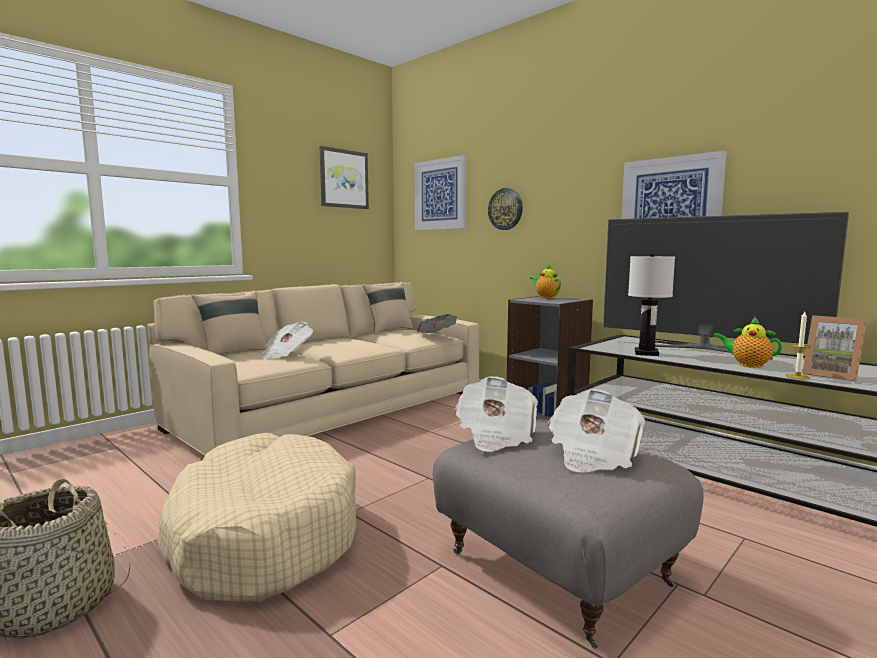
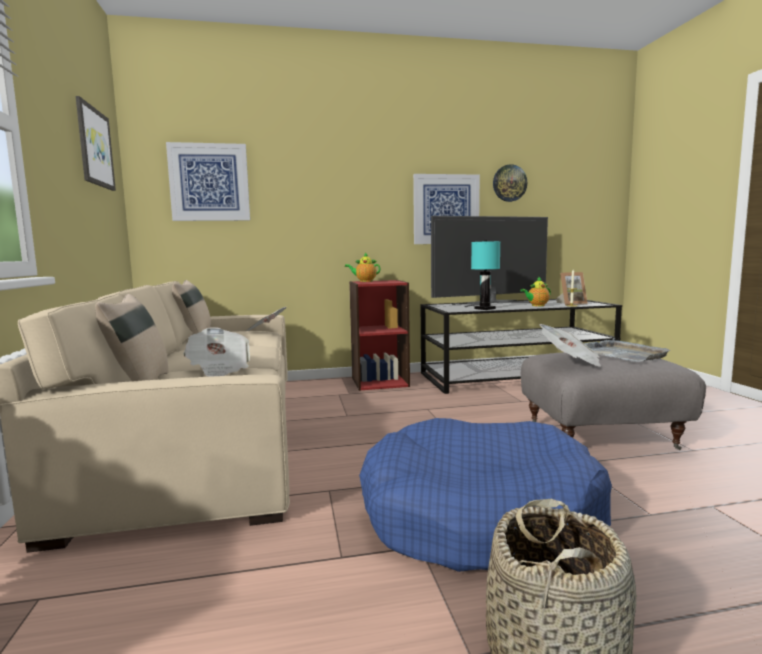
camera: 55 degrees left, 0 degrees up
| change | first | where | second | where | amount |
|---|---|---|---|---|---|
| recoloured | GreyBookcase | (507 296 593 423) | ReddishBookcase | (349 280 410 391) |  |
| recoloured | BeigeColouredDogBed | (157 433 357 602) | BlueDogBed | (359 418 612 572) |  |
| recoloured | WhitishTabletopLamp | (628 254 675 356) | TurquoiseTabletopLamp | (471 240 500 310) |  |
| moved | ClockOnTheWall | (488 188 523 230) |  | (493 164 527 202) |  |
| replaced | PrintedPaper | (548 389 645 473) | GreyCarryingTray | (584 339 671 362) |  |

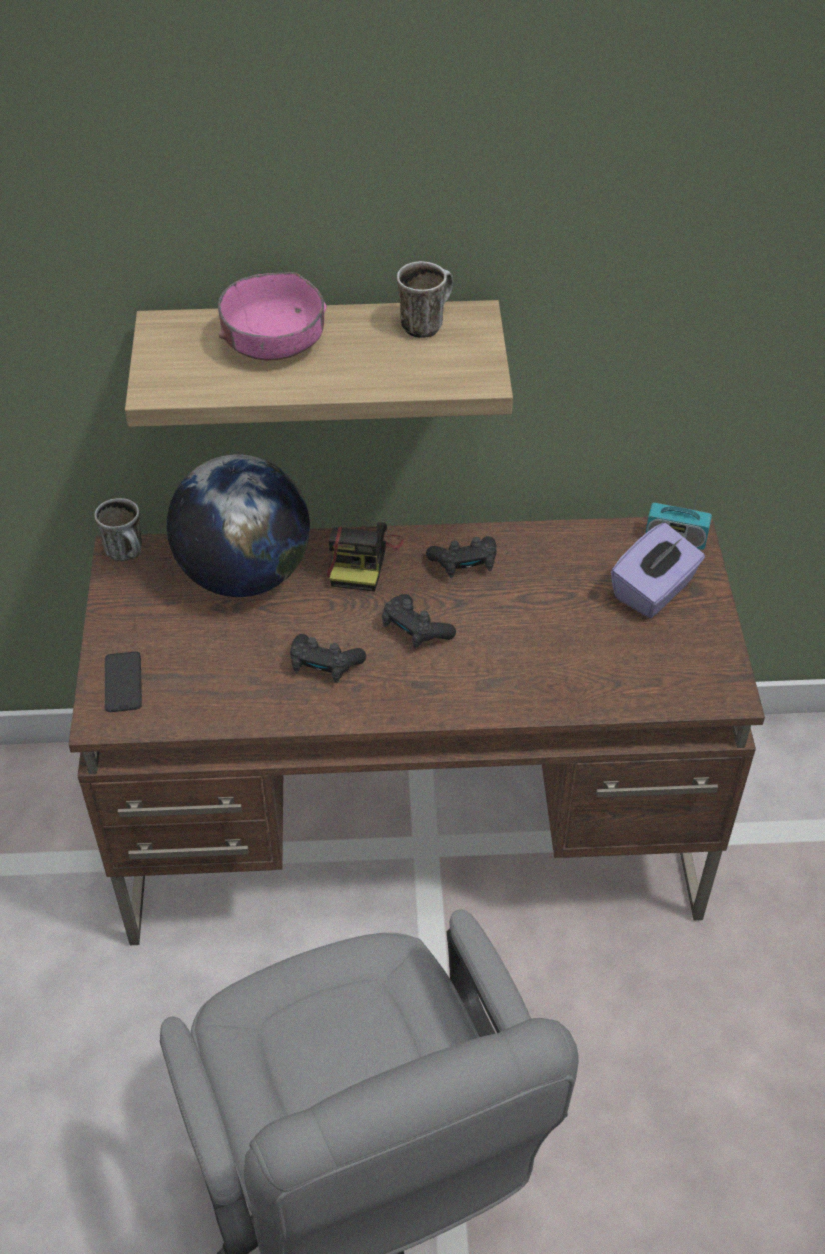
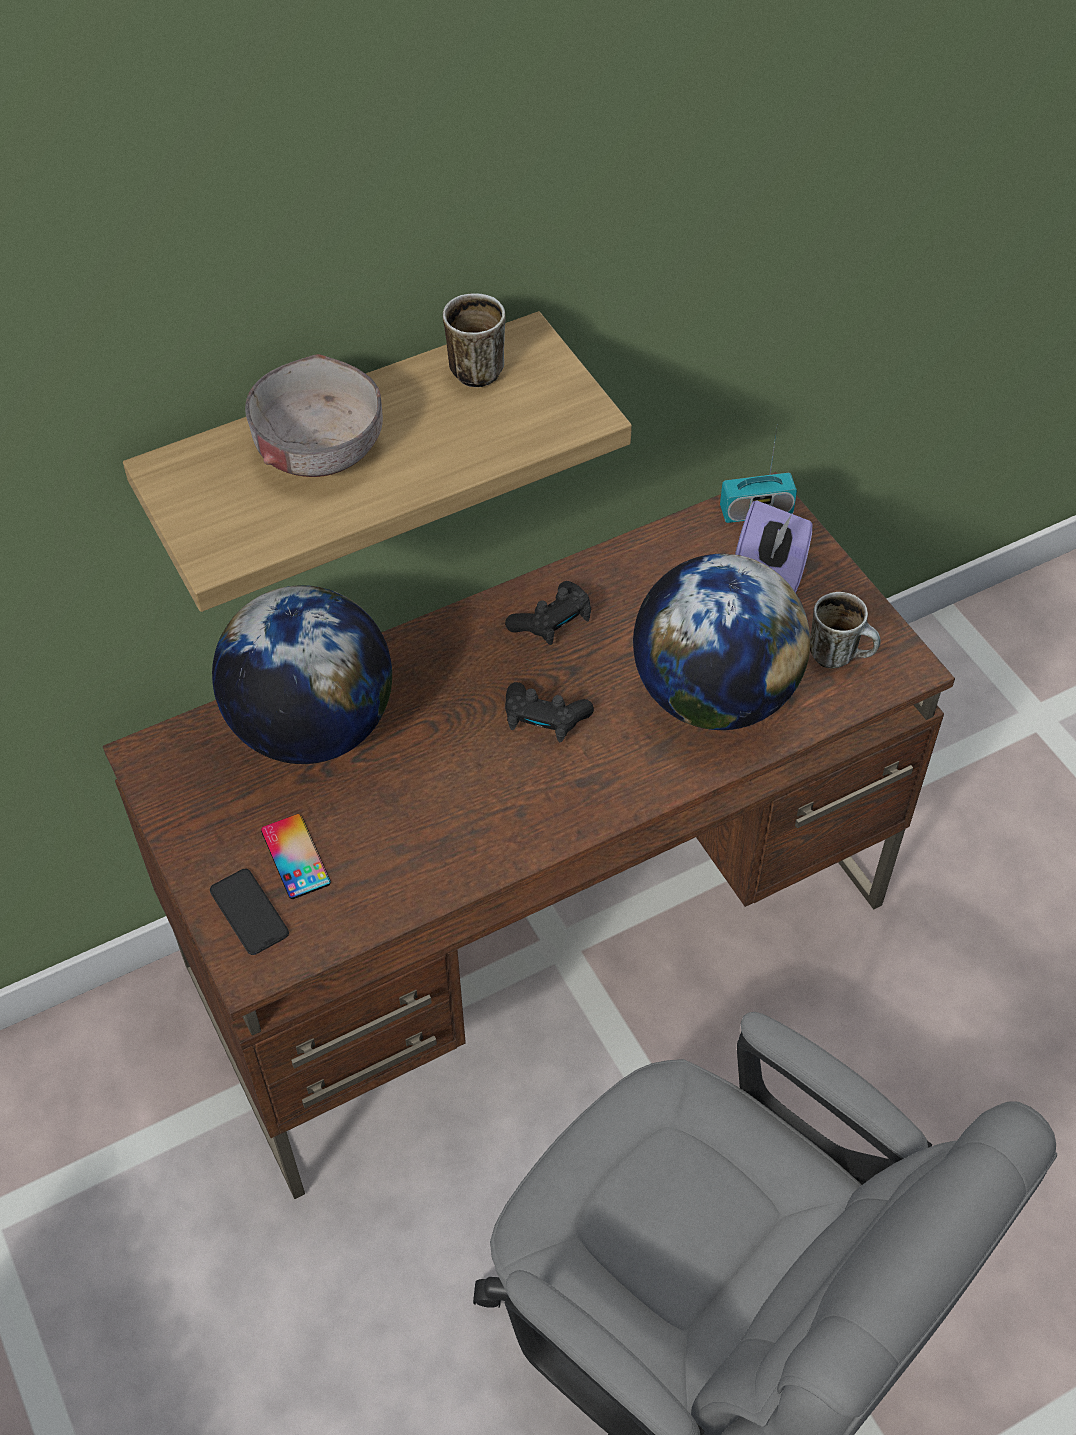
camera: 25 degrees left, 5 degrees up
| change | first | where | second | where | amount |
|---|---|---|---|---|---|
| recoloured | PinkishDeepDish | (218 272 326 360) | GreyDeepDish | (245 354 383 477) |  |
| added |  |  | Handset | (261 814 331 899) |  |
| added |  |  | WorldGlobe | (633 554 810 730) |  |
| moved | TeaMug | (94 498 142 561) |  | (810 592 881 669) |  |
| removed | BlackishJoypad | (290 634 366 683) |  |  |  |
| removed | PhotoCamera | (326 522 404 592) |  |  |  |

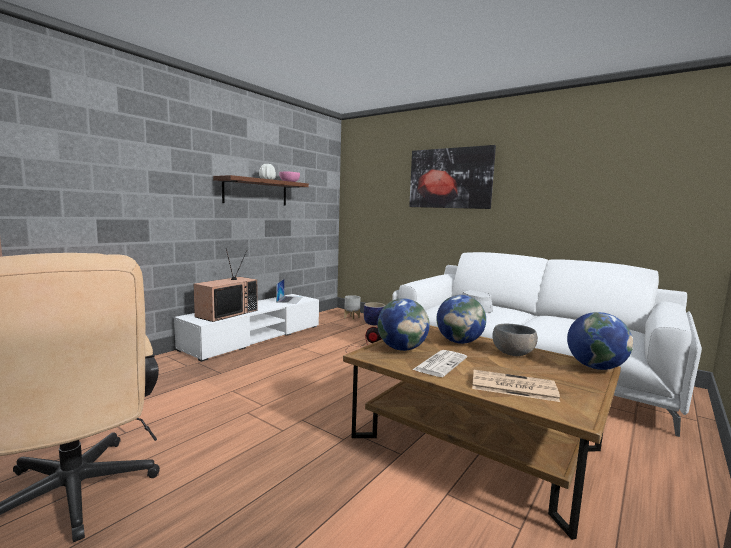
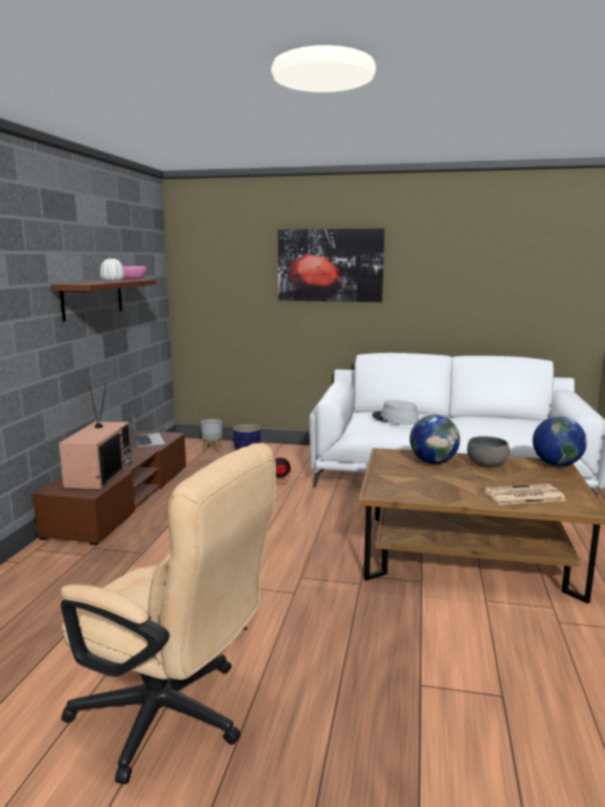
camera: 25 degrees left, 5 degrees up
| change | first | where | second | where | amount |
|---|---|---|---|---|---|
| recoloured | WhitishTvStand | (174 294 319 362) | BrownTvStand | (32 430 186 545) |  |
| removed | WorldGlobe | (377 298 430 351) |  |  |  |
| removed | PrintedPaper | (412 350 467 377) |  |  |  |

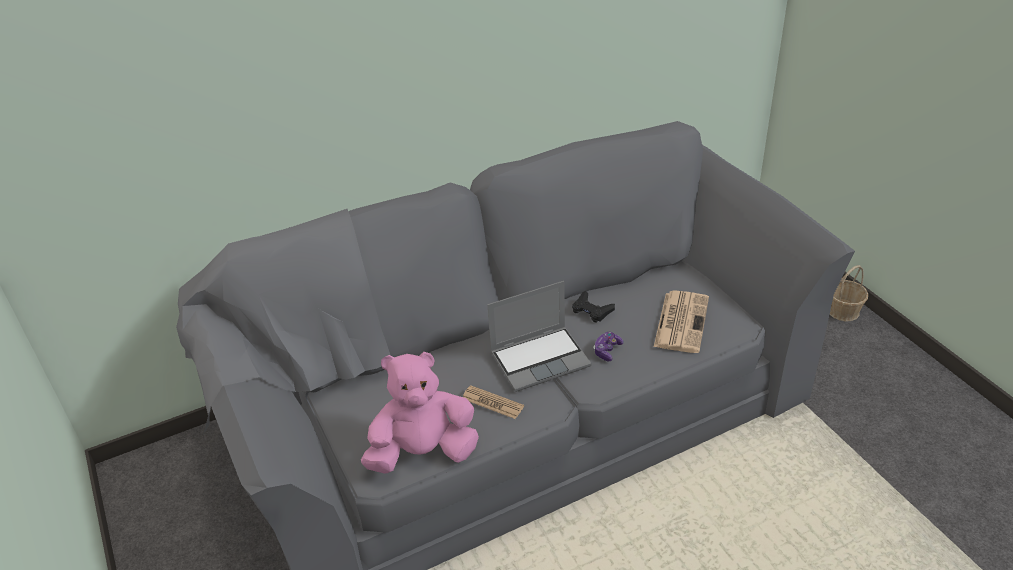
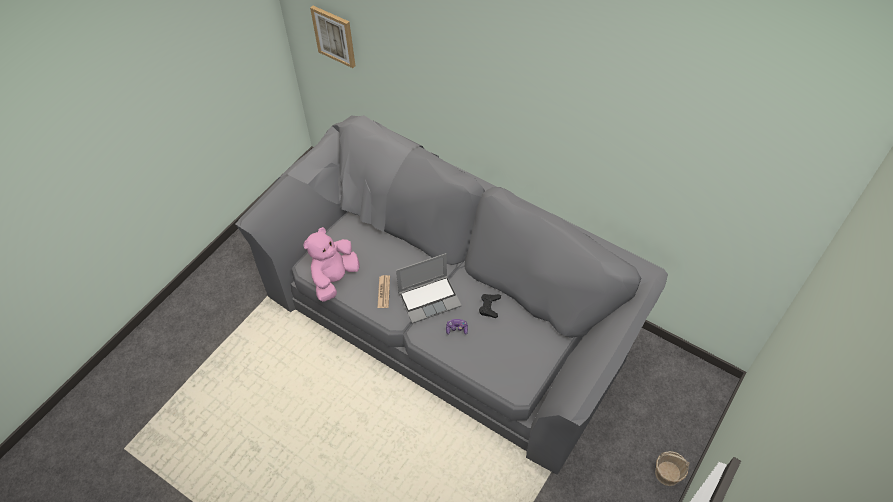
camera: 60 degrees right, 15 degrees up
| change | first | where | second | where | amount |
|---|---|---|---|---|---|
| turned | PinkishPlushToy | (361 352 479 474) |  | (303 227 359 302) | 105 degrees counterclockwise |
| added |  |  | WallArt | (310 6 356 68) |  |
| turned | Laptop | (487 281 591 392) |  | (396 253 461 324) | 60 degrees counterclockwise |
| removed | PrintedPaper | (654 290 709 353) |  |  |  |

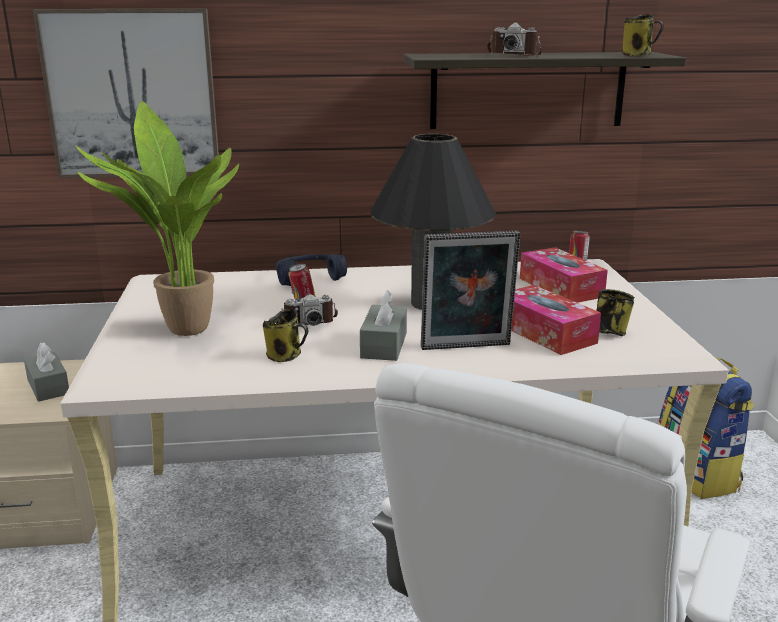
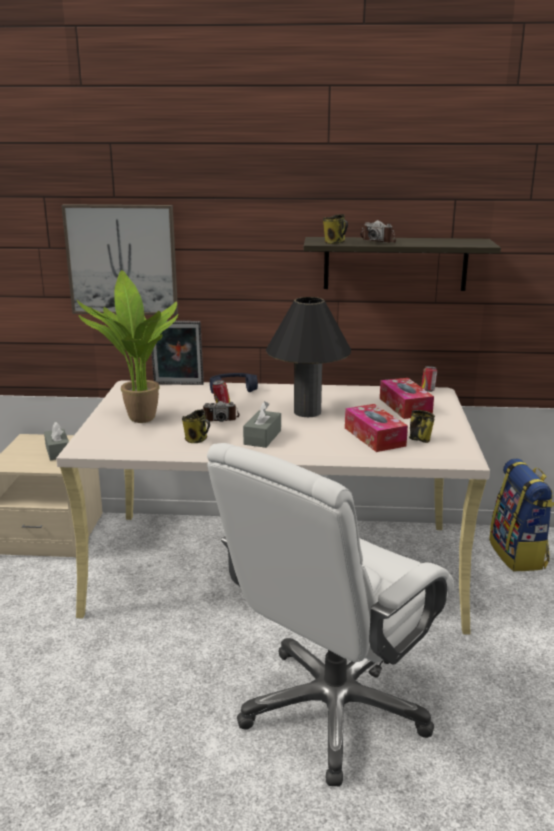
camera: 10 degrees right, 0 degrees up
| change | first | where | second | where | amount |
|---|---|---|---|---|---|
| moved | PhotoFrame | (421 231 520 350) |  | (151 321 204 385) |  |
| moved | TeaMug | (621 14 664 56) |  | (323 214 348 244) |  |

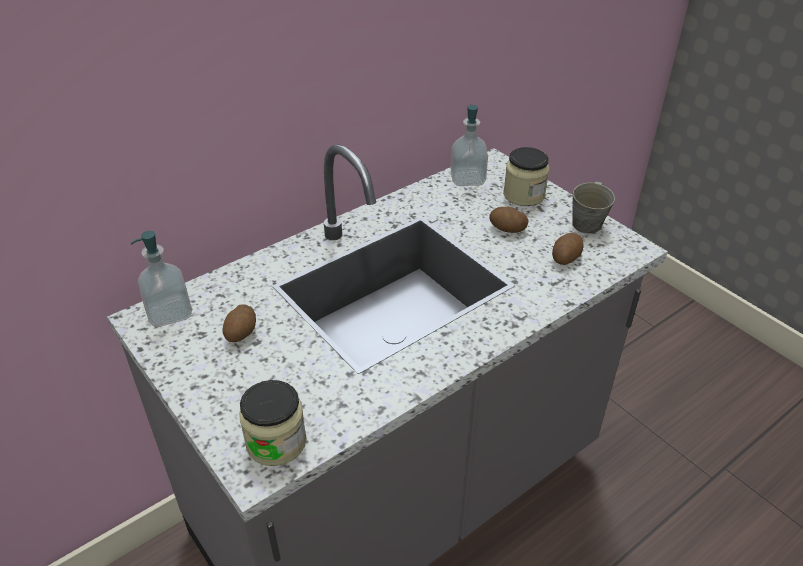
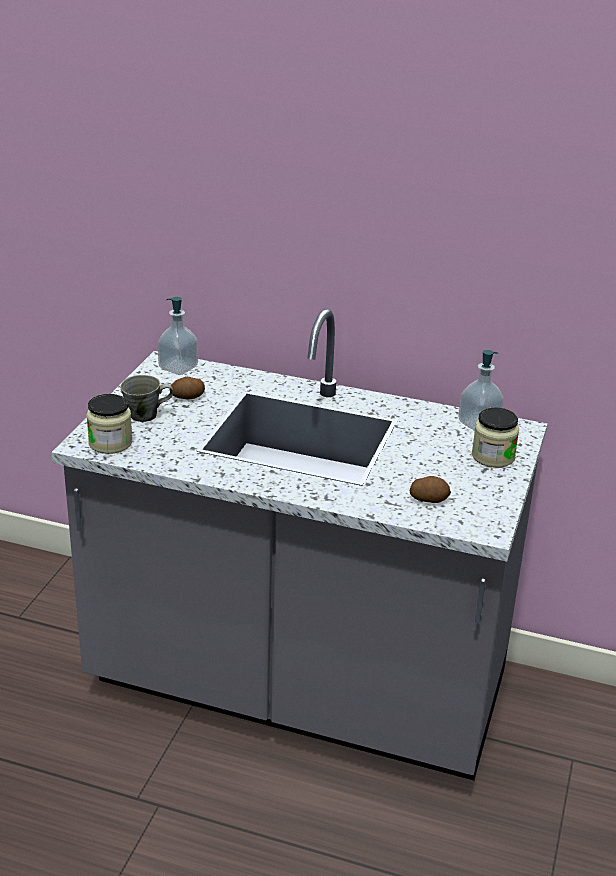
camera: 55 degrees right, 10 degrees down
| change | first | where | second | where | amount |
|---|---|---|---|---|---|
| moved | GreyTeaMug | (572 182 615 233) |  | (120 375 173 422) |  |
| removed | Potato | (489 207 528 233) |  |  |  |

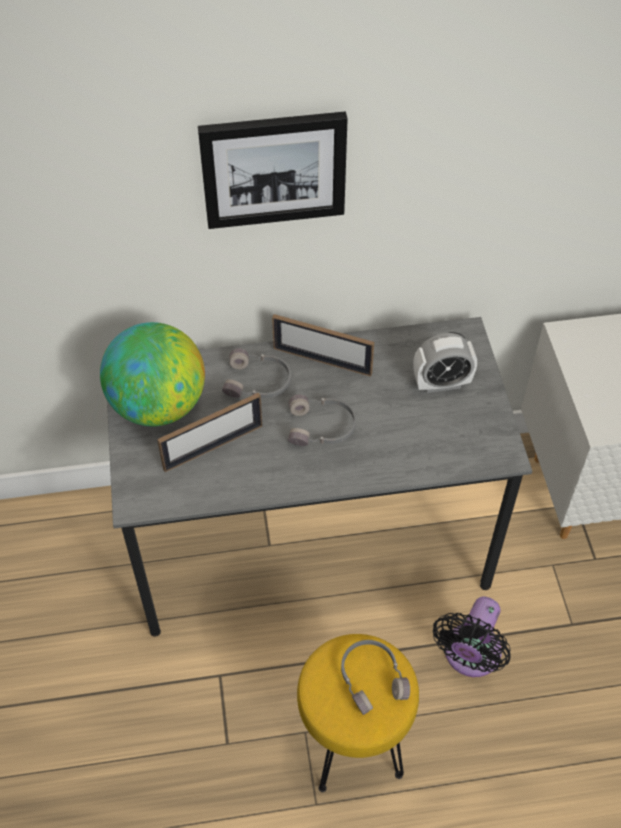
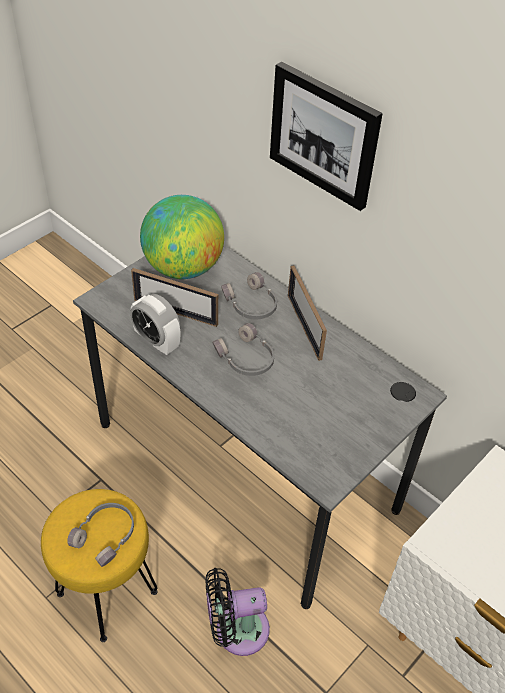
camera: 50 degrees right, 5 degrees down
| change | first | where | second | where | amount |
|---|---|---|---|---|---|
| moved | TableClock | (413 333 477 393) |  | (130 294 180 355) |  |

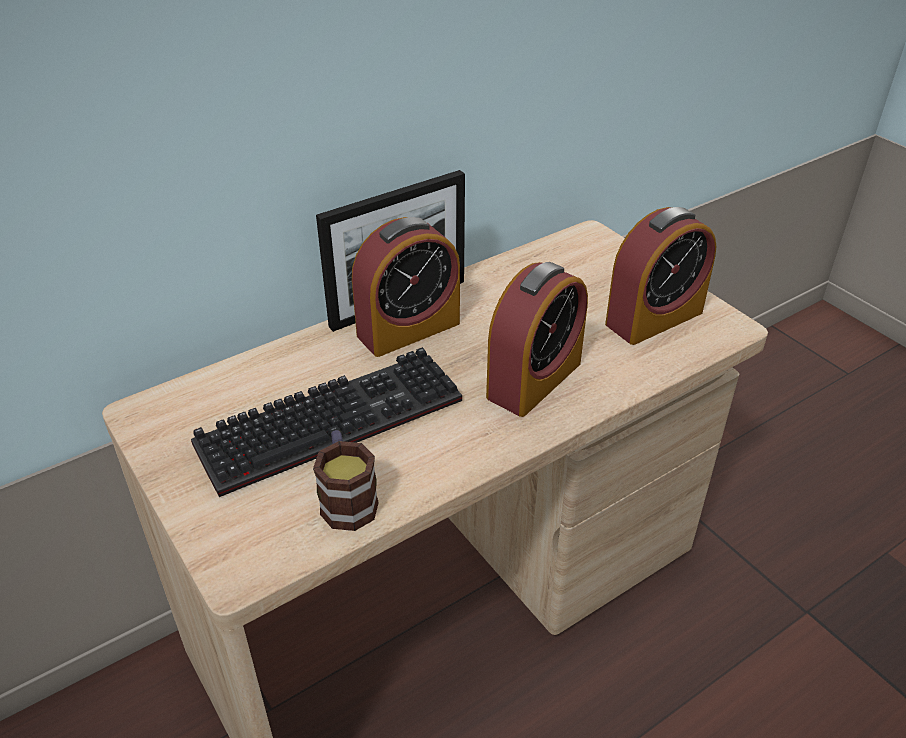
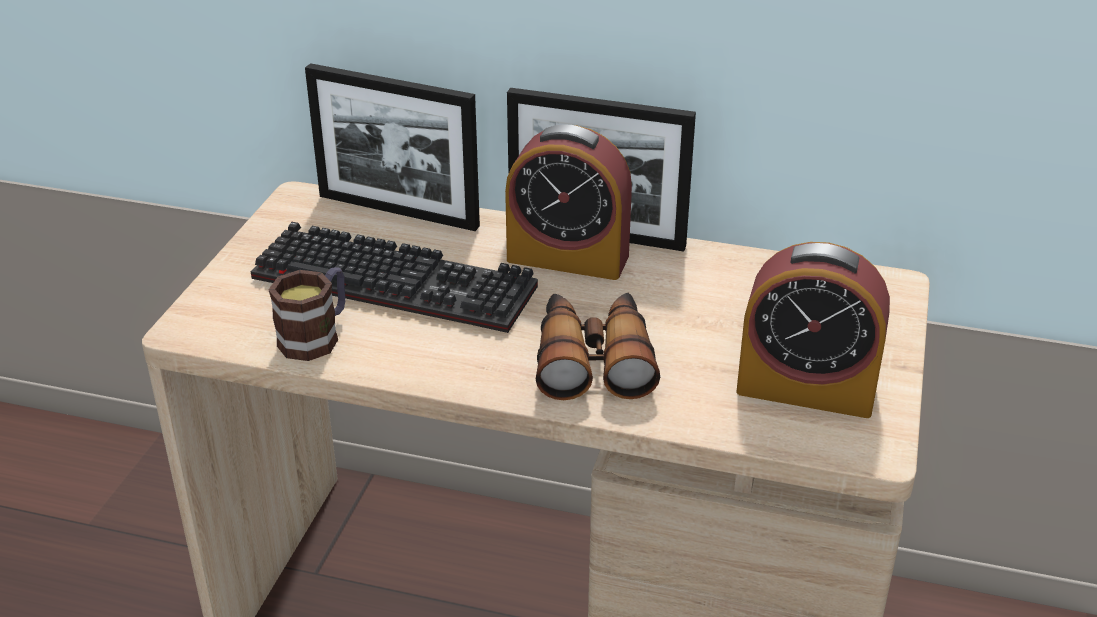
camera: 50 degrees right, 5 degrees down
| change | first | where | second | where | amount |
|---|---|---|---|---|---|
| added |  |  | PhotoFrame | (305 63 480 231) |  |
| replaced | TableClock | (486 262 588 417) | PairOfBinoculars | (536 293 660 400) |  |

